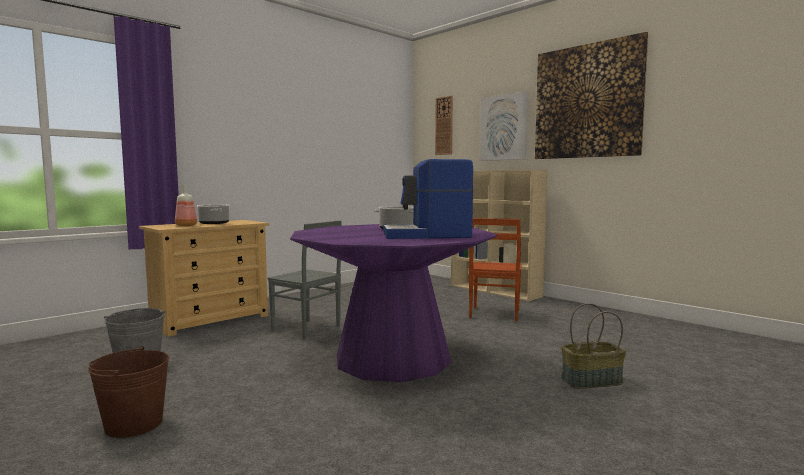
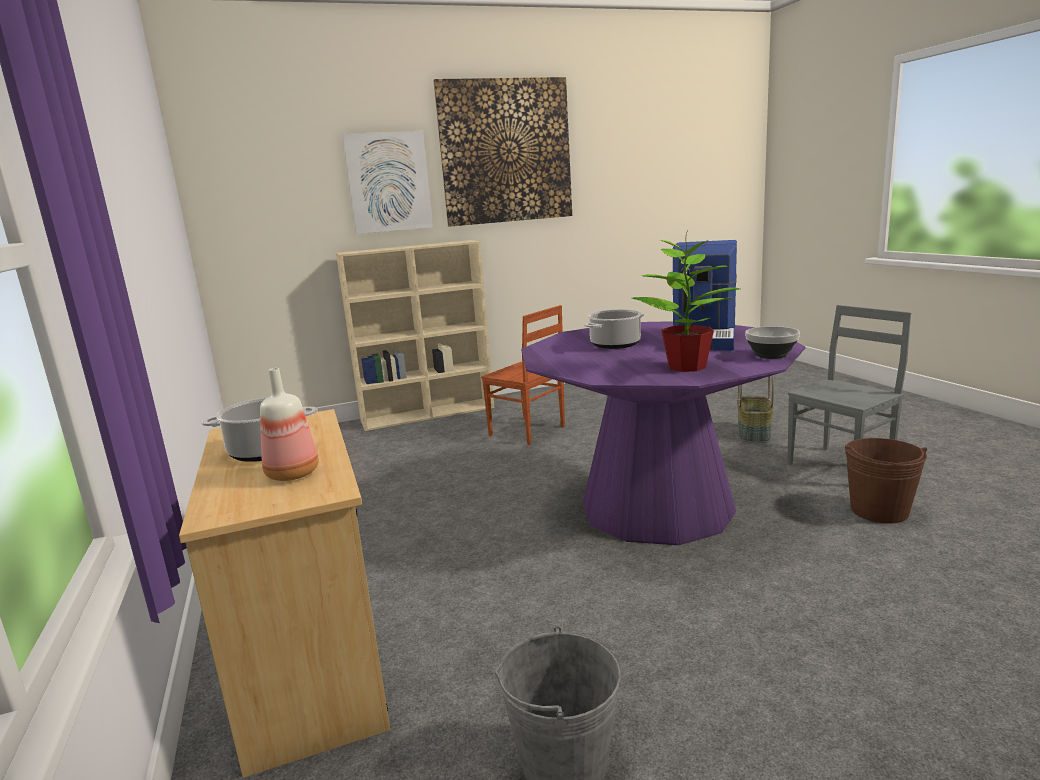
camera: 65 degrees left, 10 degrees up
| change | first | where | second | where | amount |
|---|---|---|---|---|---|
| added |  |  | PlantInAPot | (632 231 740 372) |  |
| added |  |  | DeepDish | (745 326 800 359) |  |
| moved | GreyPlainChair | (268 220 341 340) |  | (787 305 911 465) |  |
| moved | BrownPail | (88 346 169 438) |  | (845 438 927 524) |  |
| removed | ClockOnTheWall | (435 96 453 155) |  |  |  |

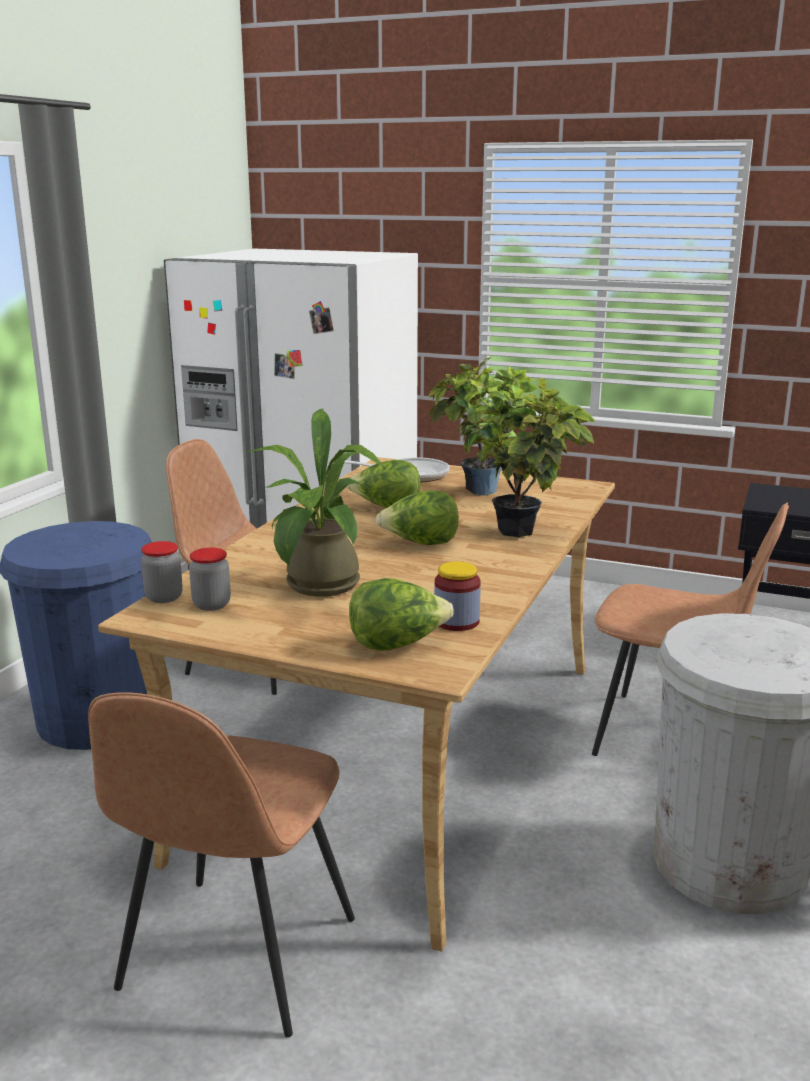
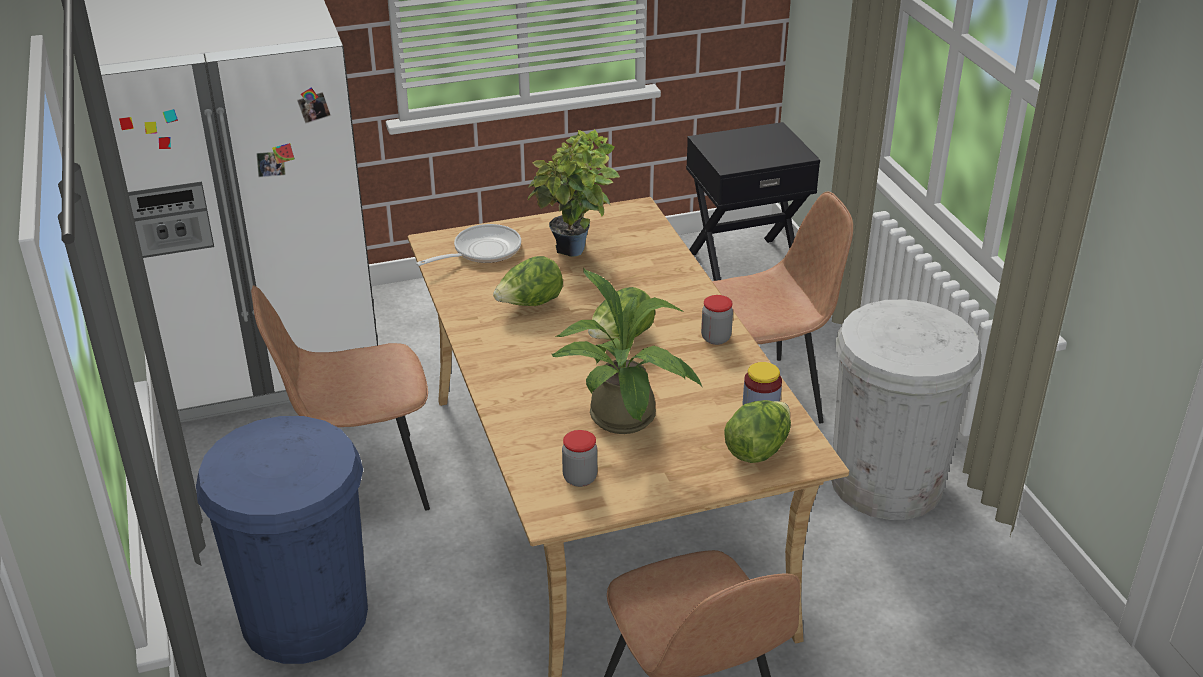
camera: 40 degrees left, 15 degrees up
| change | first | where | second | where | amount |
|---|---|---|---|---|---|
| moved | StorageJar | (141 541 183 603) |  | (701 295 733 345) |  |
| removed | PlantInAPot | (473 378 595 537) |  |  |  |

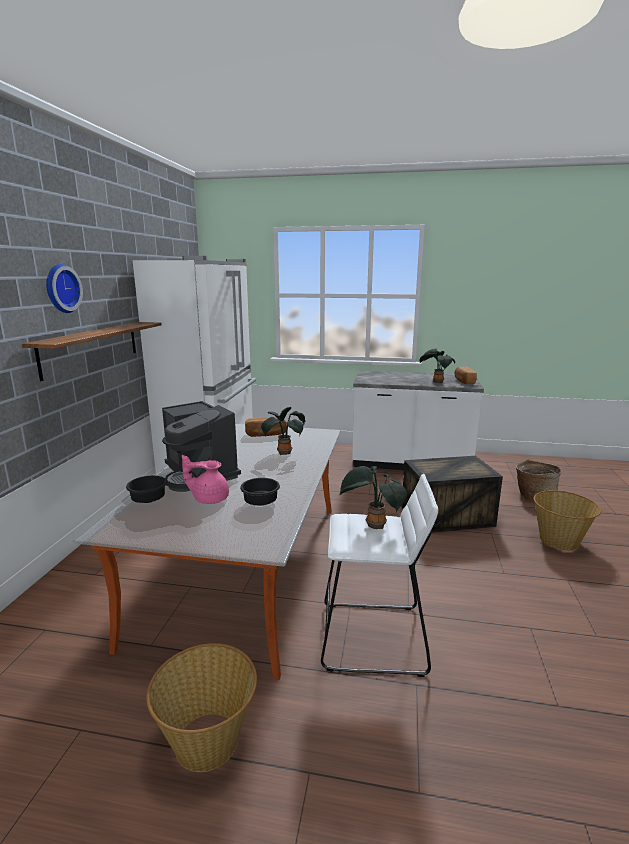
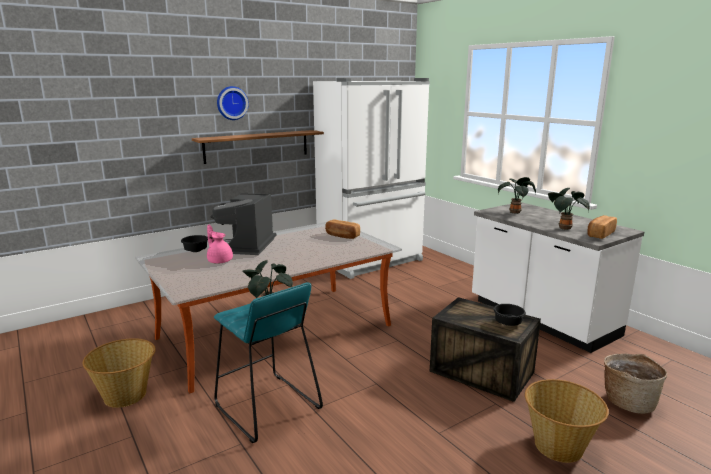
camera: 45 degrees right, 0 degrees up
| change | first | where | second | where | amount |
|---|---|---|---|---|---|
| recoloured | WhitishStool | (321 474 438 677) | TurquoiseStool | (214 282 323 443) |  |
| moved | BlackishDeepDish | (240 478 280 506) |  | (493 304 526 326) |  |
| moved | PlantInAPot | (261 407 305 455) |  | (498 177 536 214) |  |

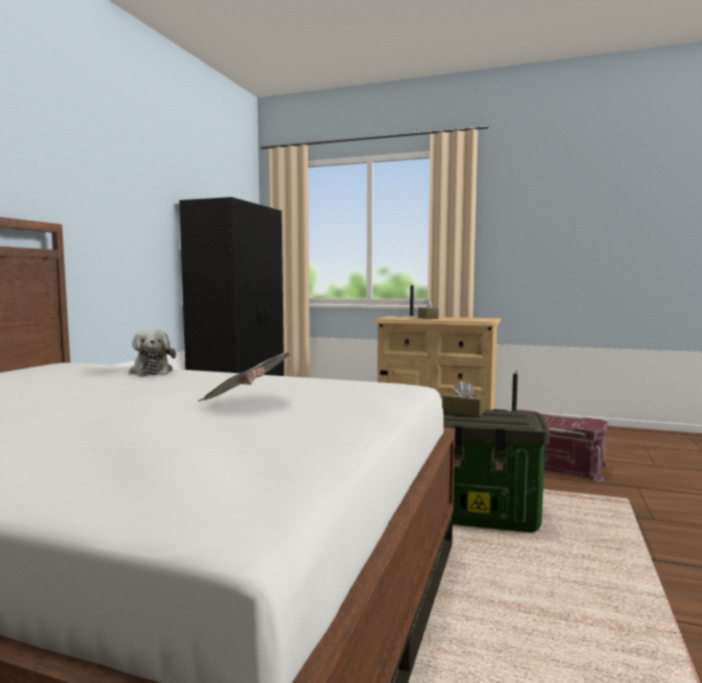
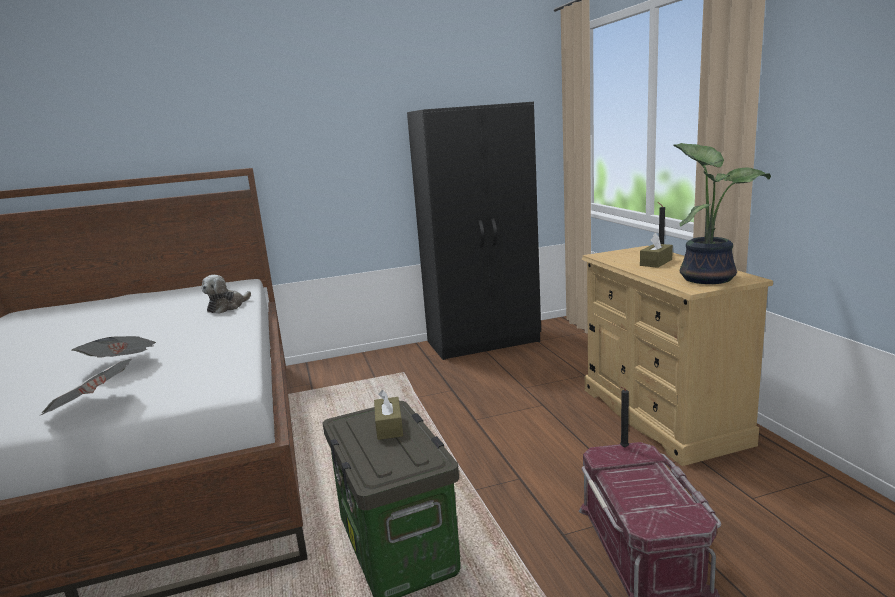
camera: 55 degrees right, 10 degrees up
| change | first | where | second | where | amount |
|---|---|---|---|---|---|
| added |  |  | PrintedPaper | (39 359 132 416) |  |
| added |  |  | PlantInAPot | (673 143 771 284) |  |

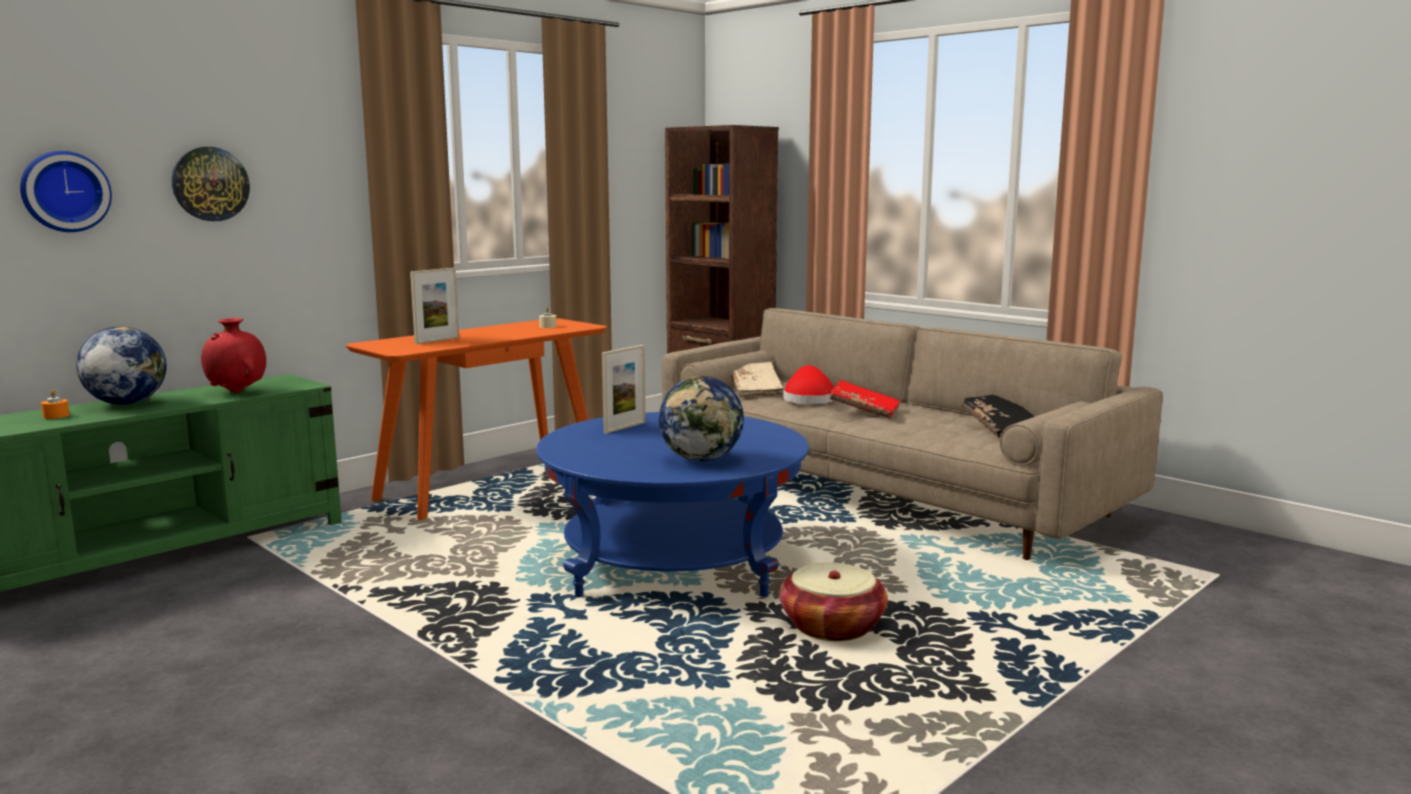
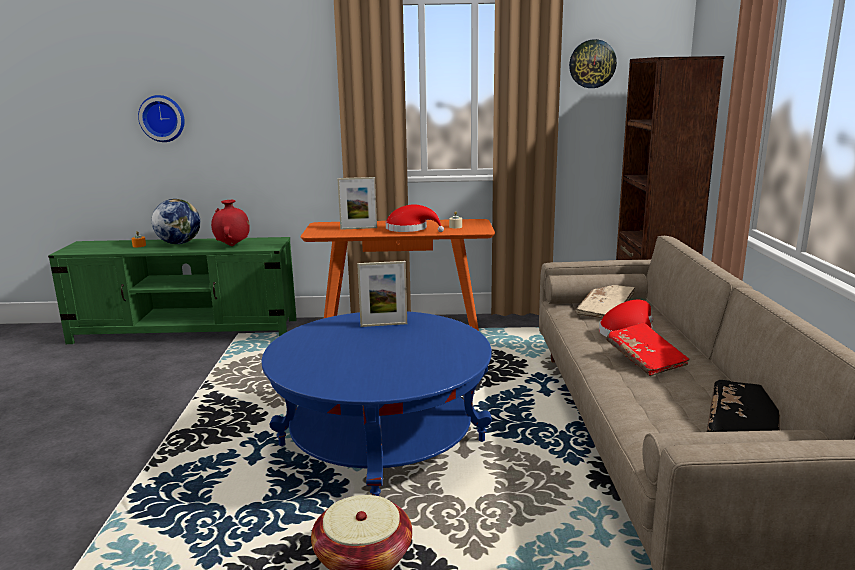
camera: 45 degrees right, 5 degrees up
| change | first | where | second | where | amount |
|---|---|---|---|---|---|
| added |  |  | ReddishClothingHat | (386 204 444 232) |  |
| moved | ClockOnTheWall | (172 147 250 221) |  | (569 39 617 88) |  |
| removed | WorldGlobe | (659 376 744 461) |  |  |  |

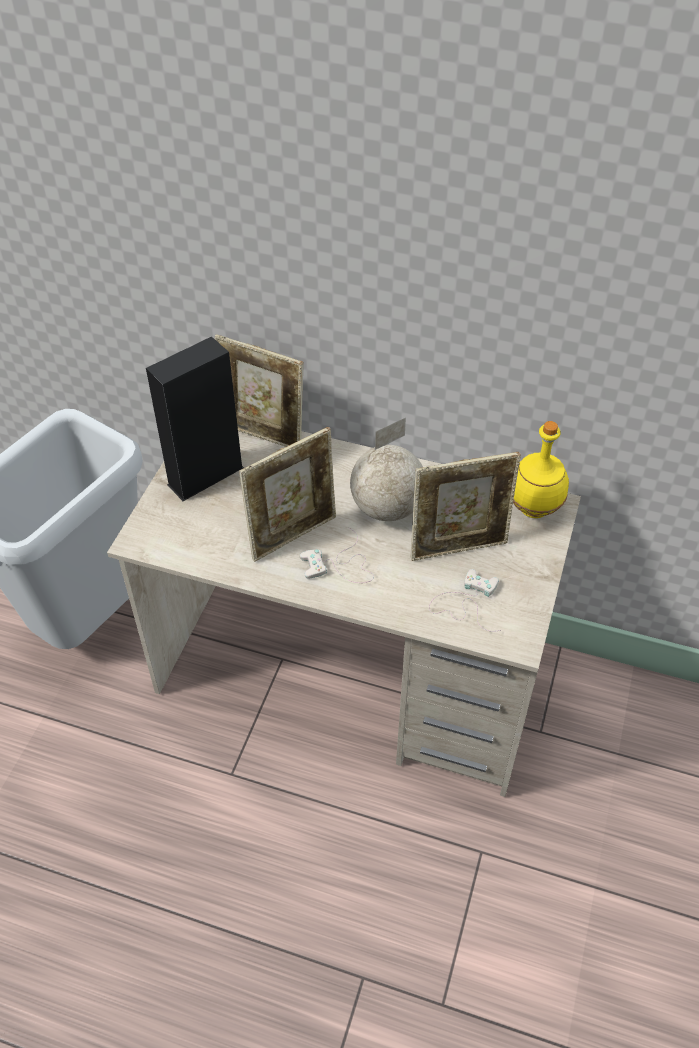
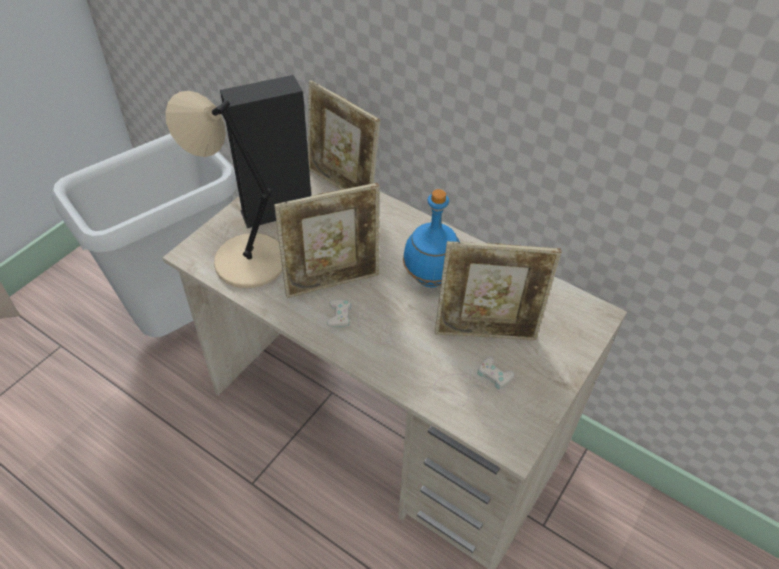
camera: 15 degrees right, 0 degrees up
| change | first | where | second | where | amount |
|---|---|---|---|---|---|
| added |  |  | BeigeColouredTabletopLamp | (165 91 283 288) |  |
| replaced | WorldGlobe | (350 418 423 521) | BlueDrinkBottle | (403 189 460 288) |  |
| removed | YellowColouredDrinkBottle | (513 421 569 518) |  |  |  |

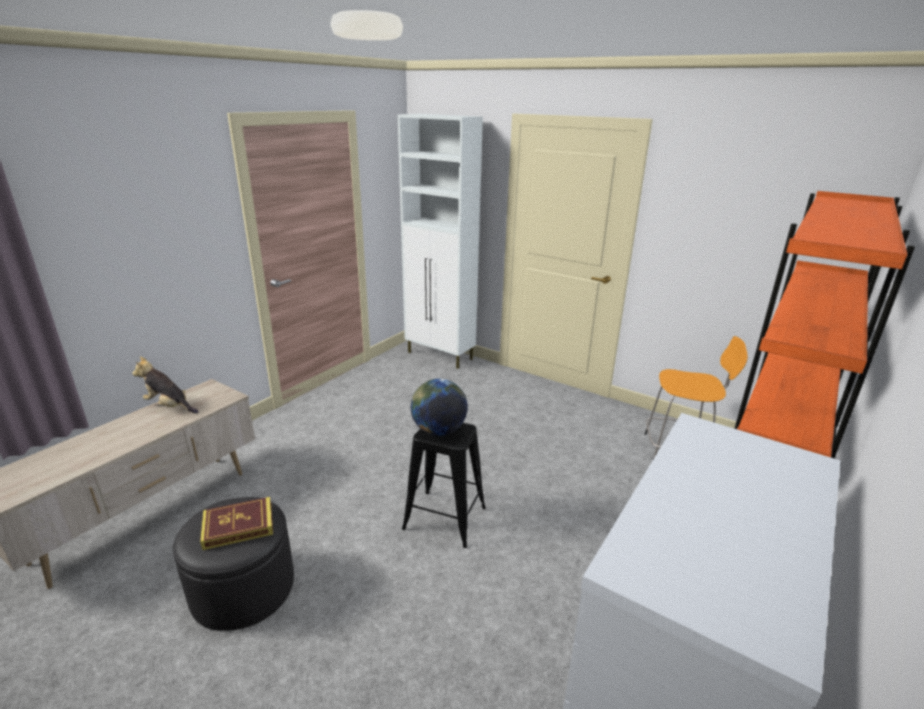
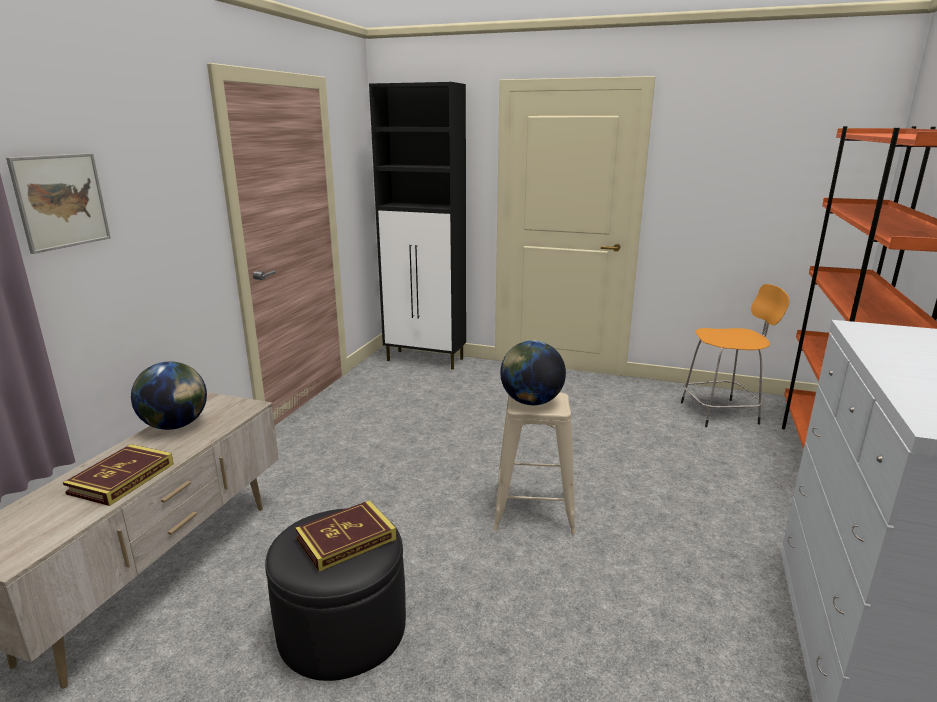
camera: 15 degrees left, 5 degrees down
| change | first | where | second | where | amount |
|---|---|---|---|---|---|
| added |  |  | WallArt | (6 153 111 254) |  |
| added |  |  | Book | (63 444 174 506) |  |
| replaced | PlushToy | (132 356 199 414) | WorldGlobe | (131 362 207 430) |  |
| recoloured | WhitishStorageCabinet | (398 114 483 369) | BlackishStorageCabinet | (369 82 466 370) |  |
| recoloured | BlackishStool | (402 423 486 548) | BeigeColouredStool | (493 392 576 535) |  |

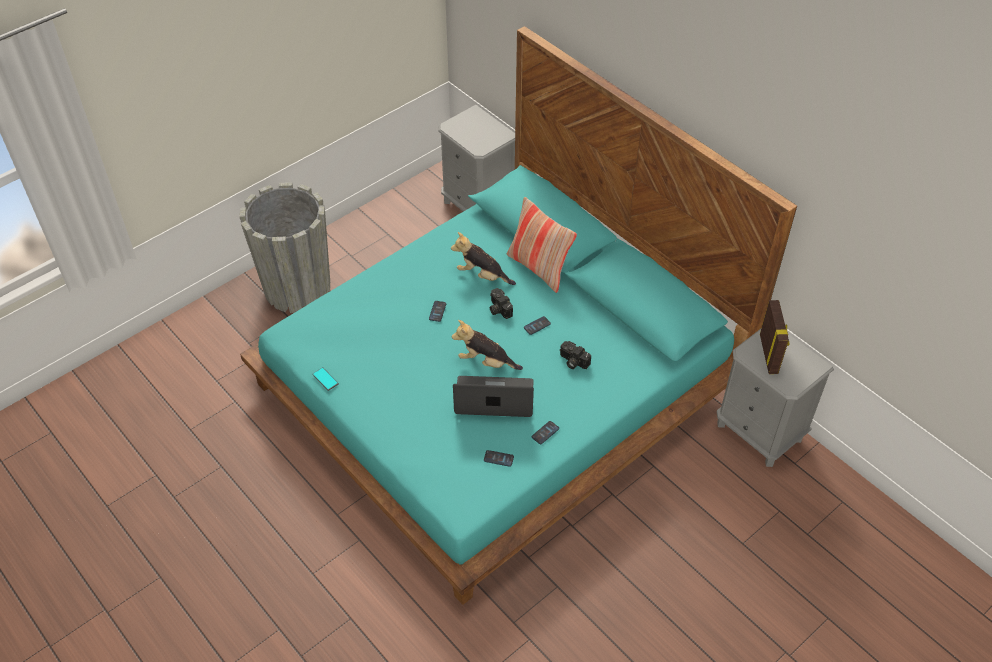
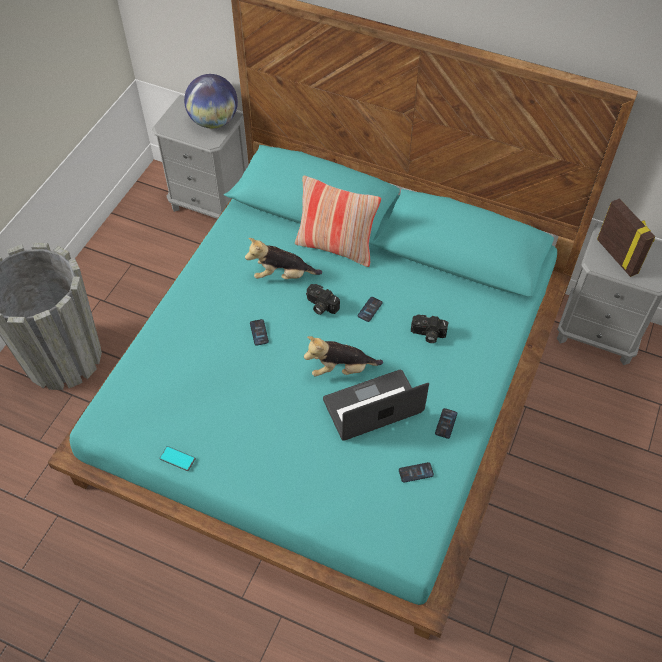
camera: 25 degrees left, 5 degrees up
| change | first | where | second | where | amount |
|---|---|---|---|---|---|
| added |  |  | WorldGlobe | (184 74 238 129) |  |

